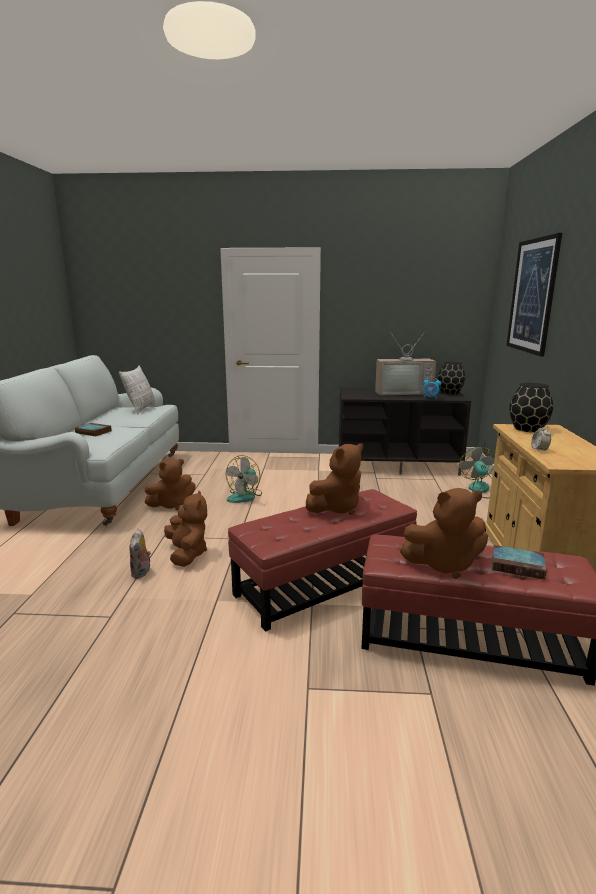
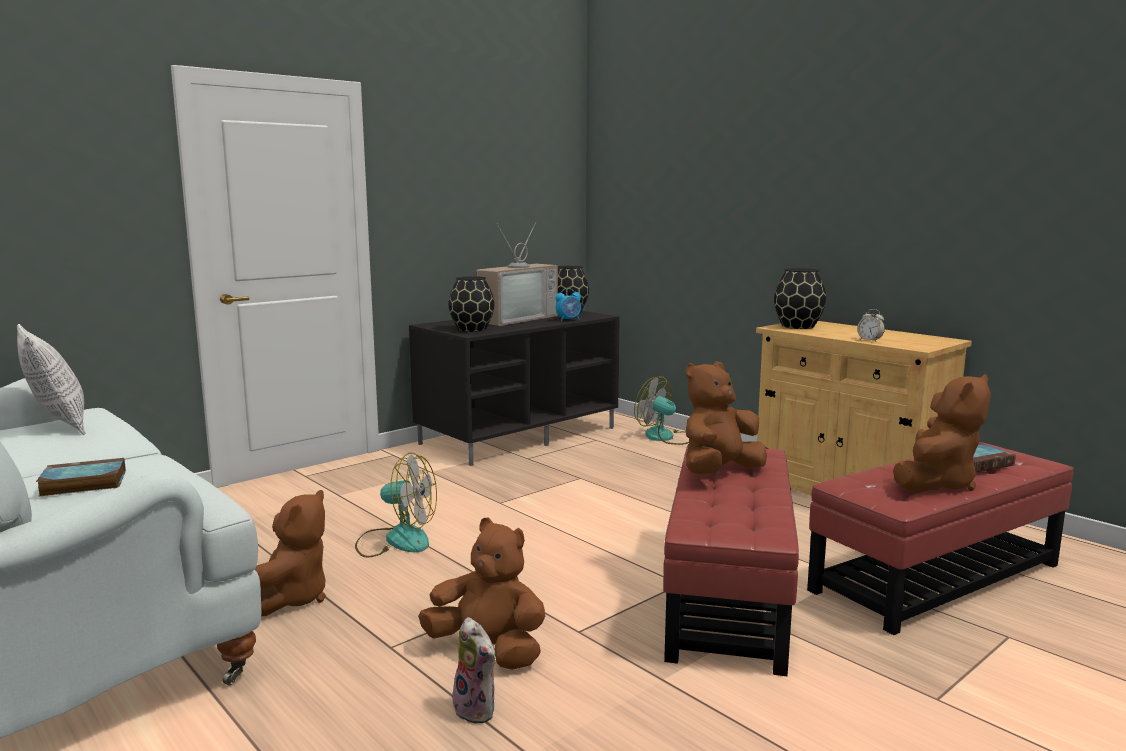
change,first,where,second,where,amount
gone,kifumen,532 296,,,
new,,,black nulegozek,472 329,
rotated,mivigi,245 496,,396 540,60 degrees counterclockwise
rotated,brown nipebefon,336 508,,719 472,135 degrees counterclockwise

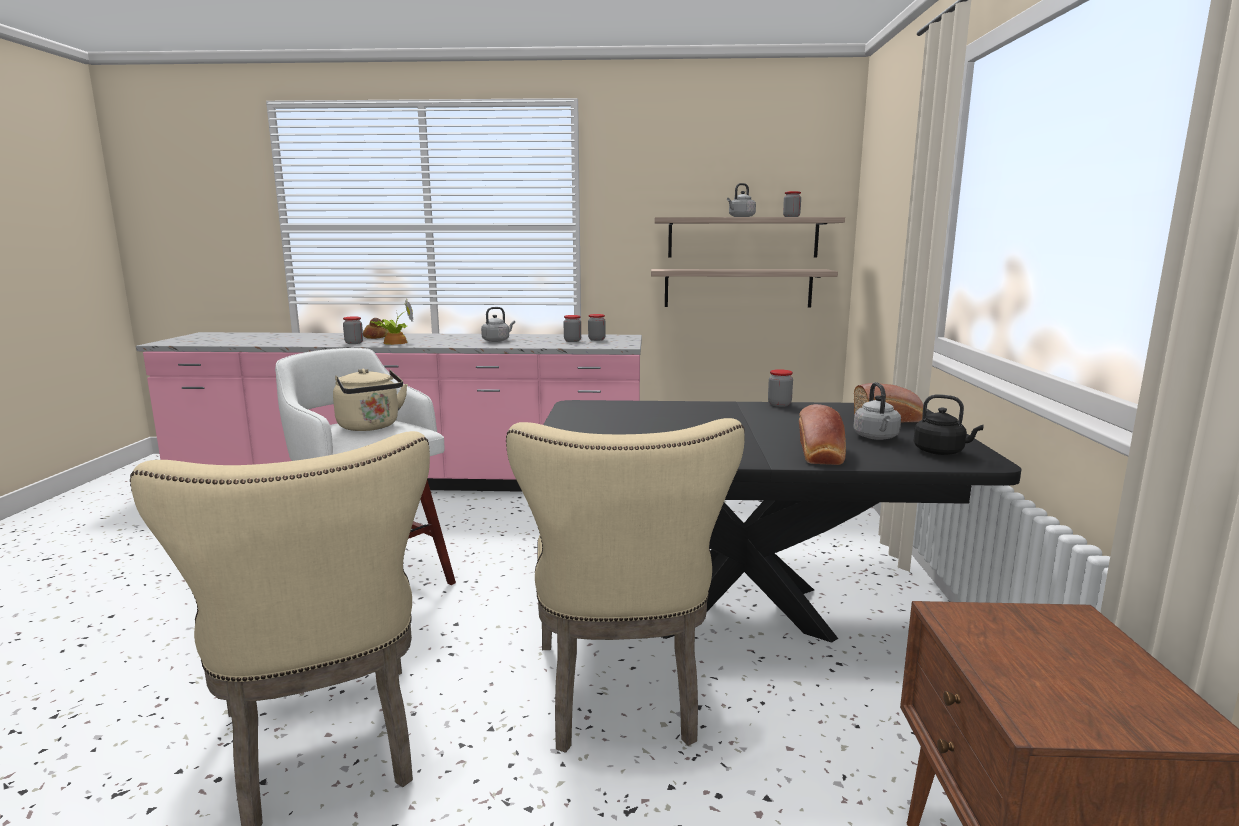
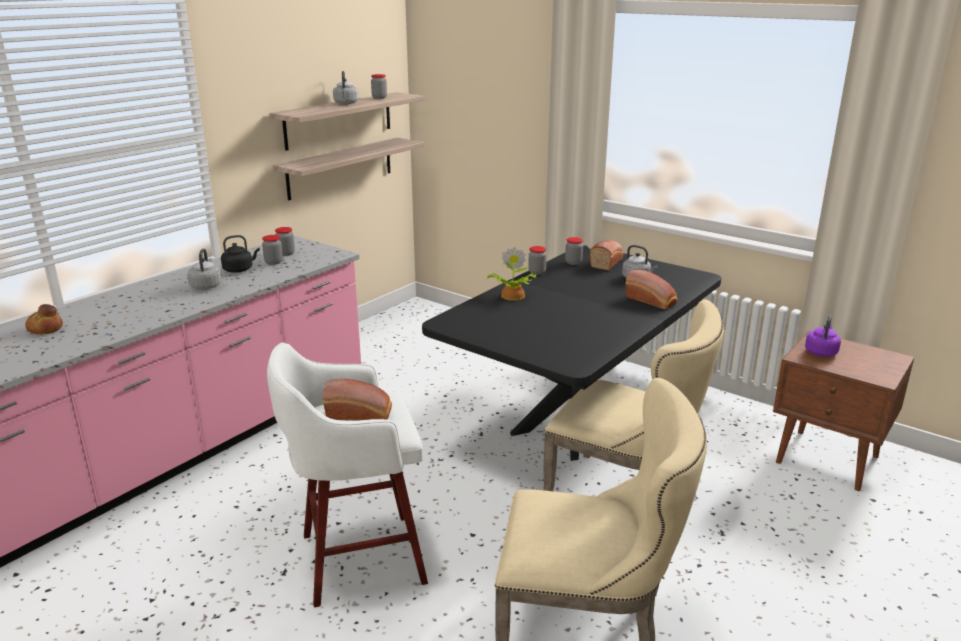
change,first,where,second,where,amount
new,,,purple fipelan,821 352,
shifted,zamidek,354 343,,573 263,
shifted,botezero,393 342,,511 296,
shifted,black fipelan,941 452,,239 269,
swapped,beige fipelan,370 427,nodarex,360 414,

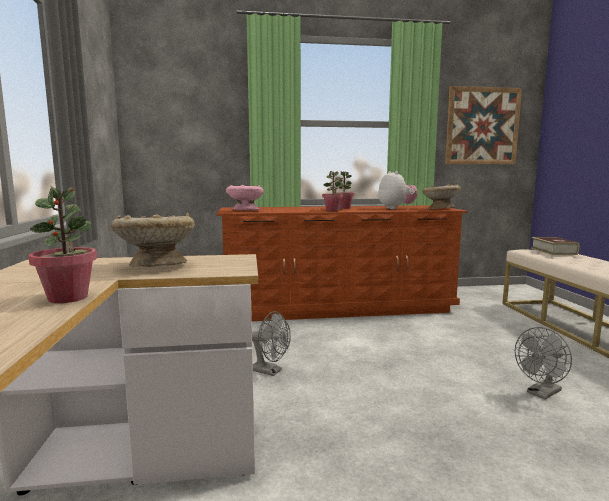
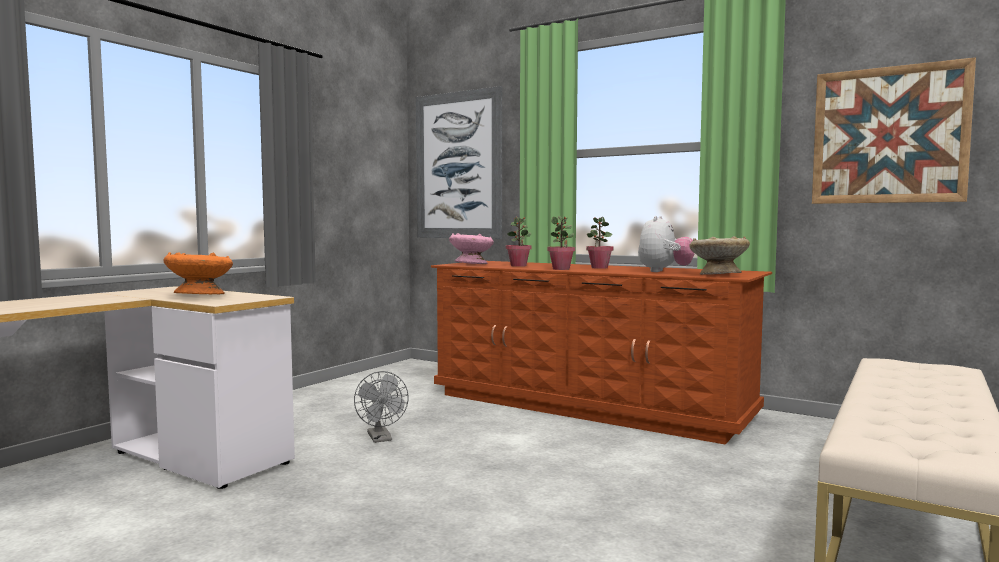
change,first,where,second,where,amount
gone,grey mivigi,541 393,,,
gone,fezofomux,553 251,,,
new,,,kifumen,458 165,
shifted,botezero,68 298,,518 266,
repainted,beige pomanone,156 266,orange pomanone,200 296,

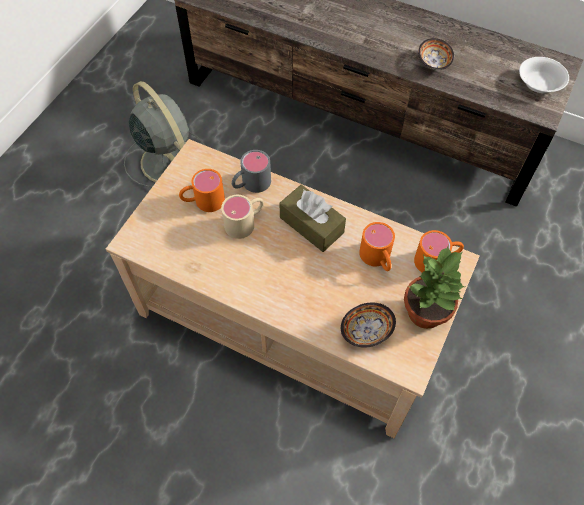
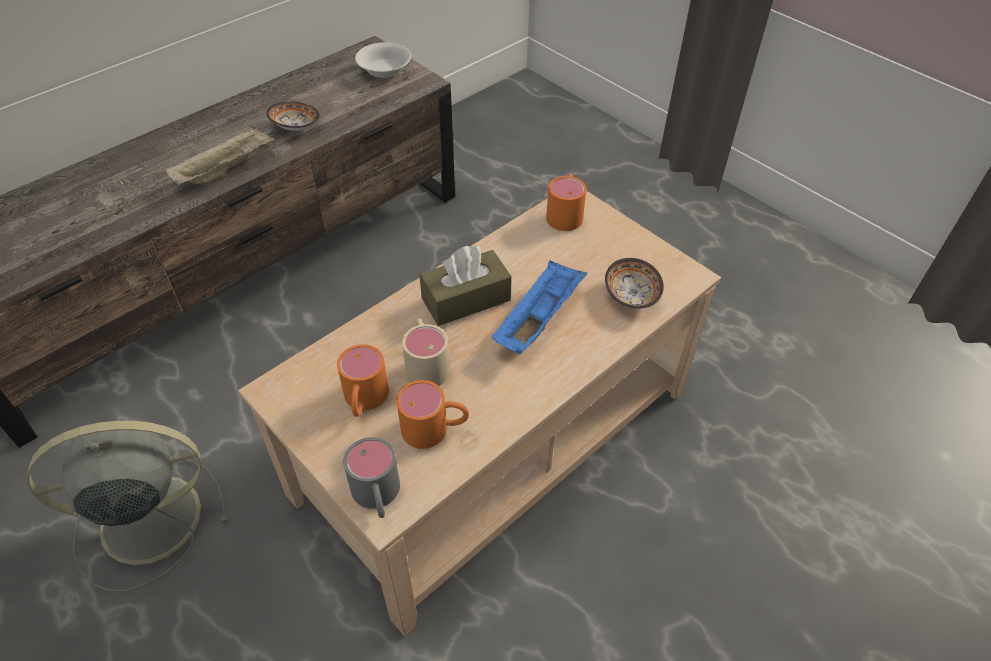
change,first,where,second,where,amount
gone,botezero,426 312,,,
new,,,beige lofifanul,226 170,
new,,,blue lofifanul,539 319,
shifted,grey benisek,250 184,,377 497,
shifted,orange benisek,377 259,,435 429,

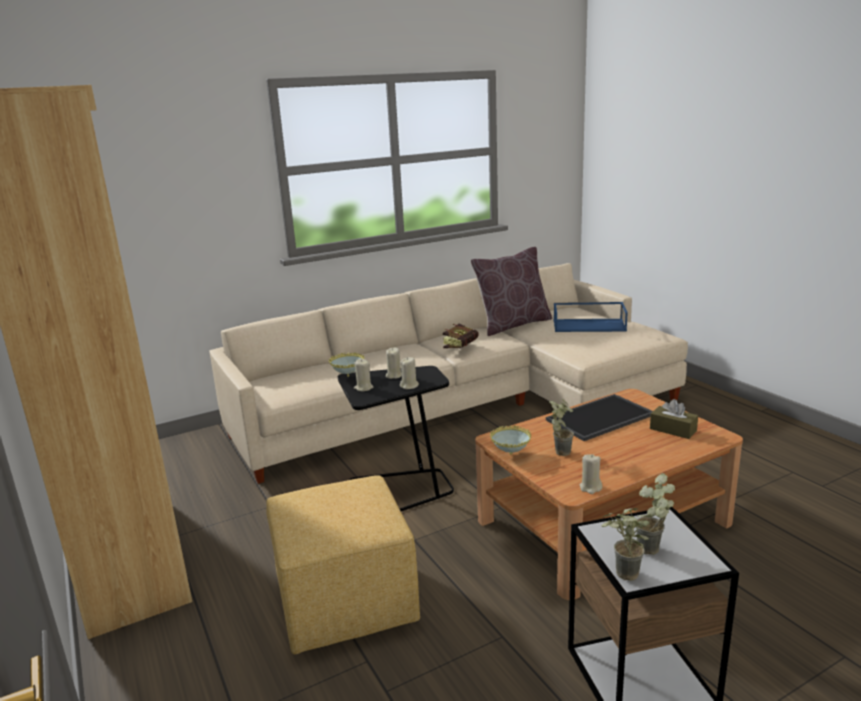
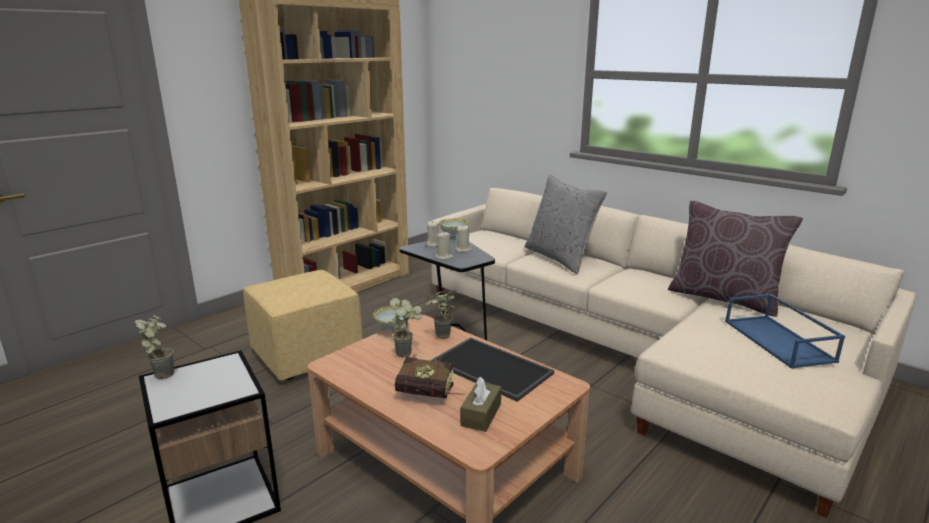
change,first,where,second,where,amount
gone,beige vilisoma,590 488,,,
new,,,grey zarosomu,560 258,
shifted,fezofomux,462 346,,431 396,
shifted,botezero,653 552,,440 338,

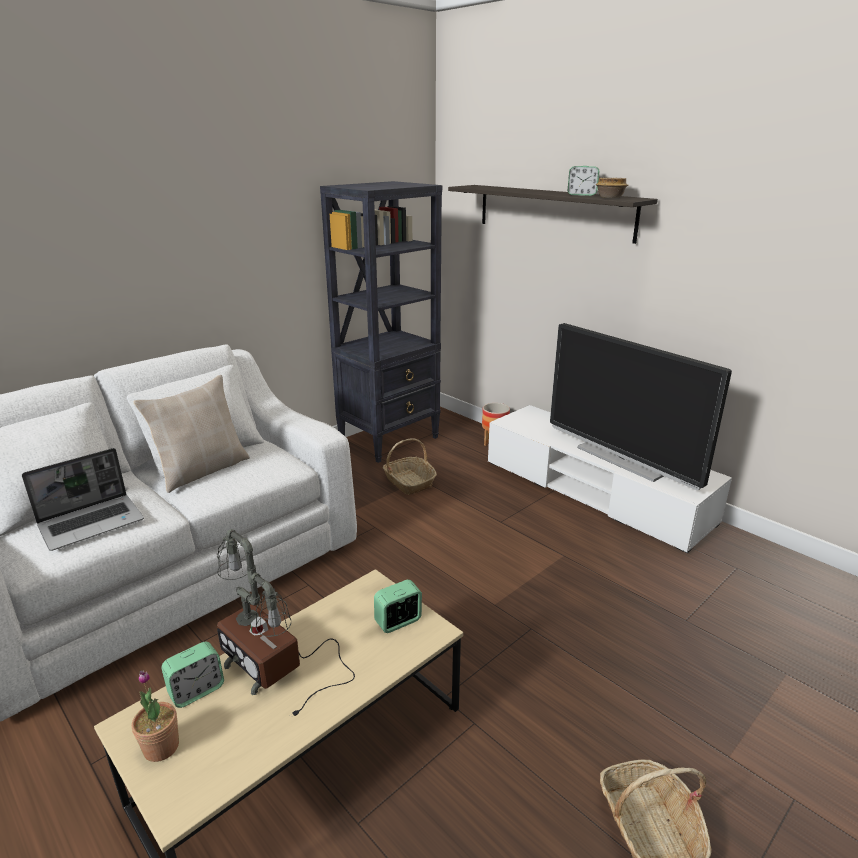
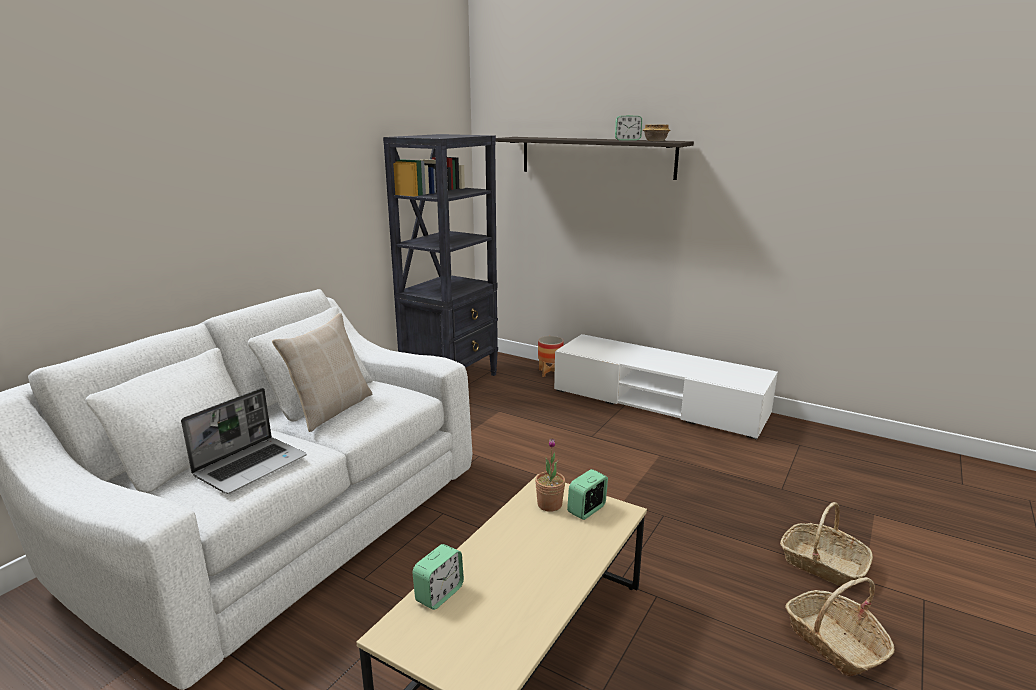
change,first,where,second,where,amount
gone,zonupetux,276 667,,,
gone,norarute,622 459,,,
shifted,botezero,161 747,,549 504,
shifted,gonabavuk,408 482,,822 564,

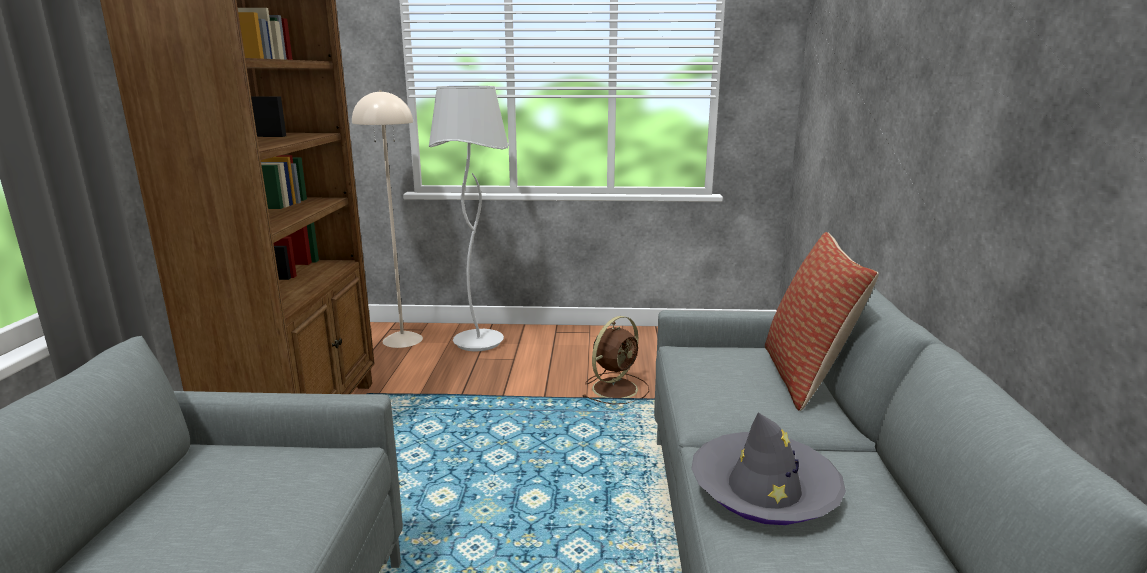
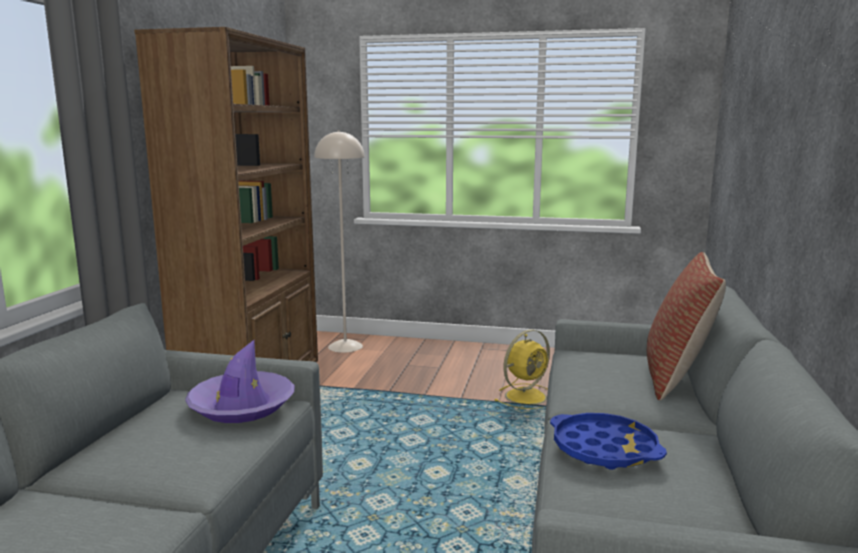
change,first,where,second,where,amount
gone,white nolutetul,478 342,,,
new,,,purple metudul,242 406,
swapped,grey metudul,764 490,blue lofifanul,604 449,
repainted,brown mivigi,616 388,yellow mivigi,527 396,

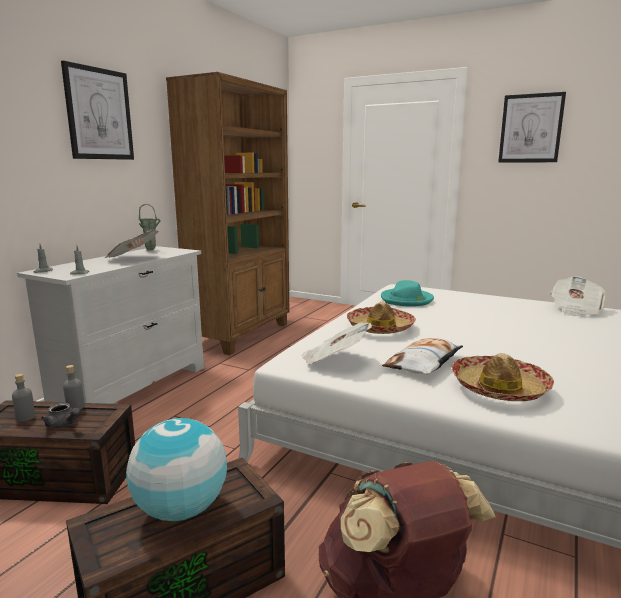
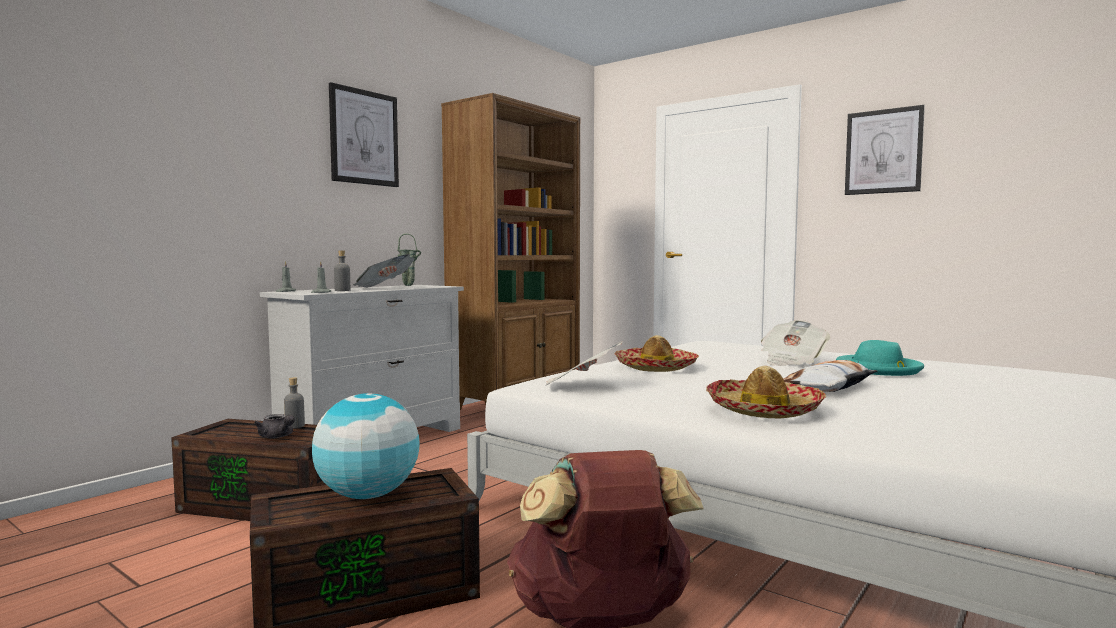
change,first,where,second,where,amount
shifted,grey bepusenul,25 417,,342 290,
shifted,turquoise metudul,406 300,,878 369,
shifted,zarosomu,424 363,,828 386,
shifted,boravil,575 310,,791 361,

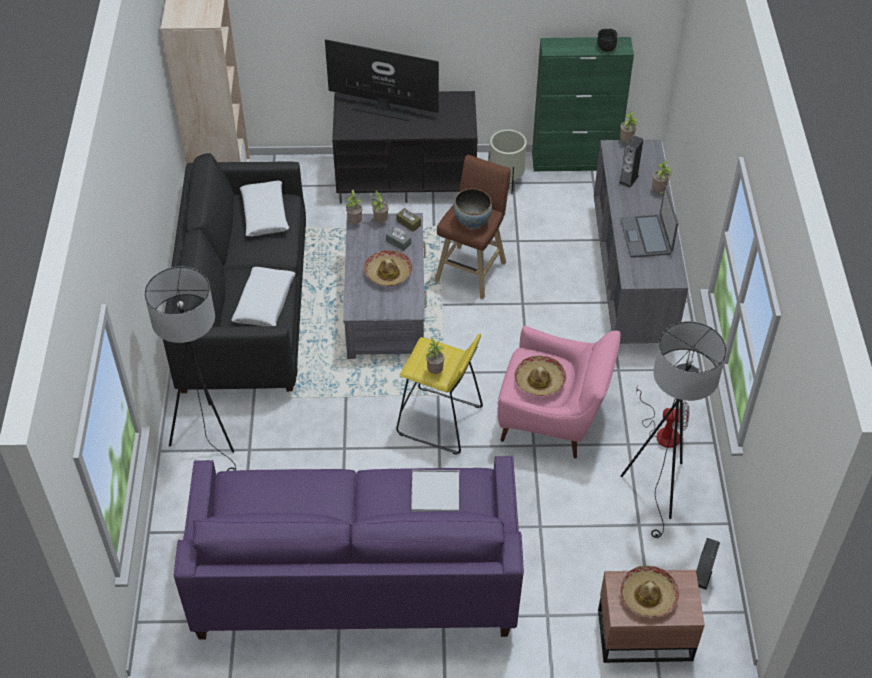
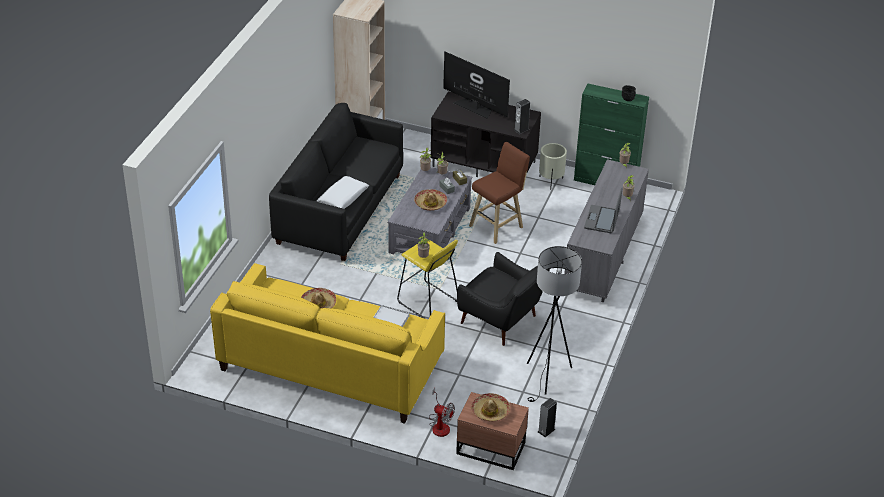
change,first,where,second,where,amount
gone,black nolutetul,209 436,,,
gone,white zarosomu,265 214,,,
gone,pomanone,472 222,,,
shifted,metudul,539 380,,318 304,
shifted,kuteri,628 179,,521 129,
shifted,mivigi,662 431,,440 425,
repainted,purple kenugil,357 574,yellow kenugil,331 366,
repainted,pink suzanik,553 419,black suzanik,501 321,

